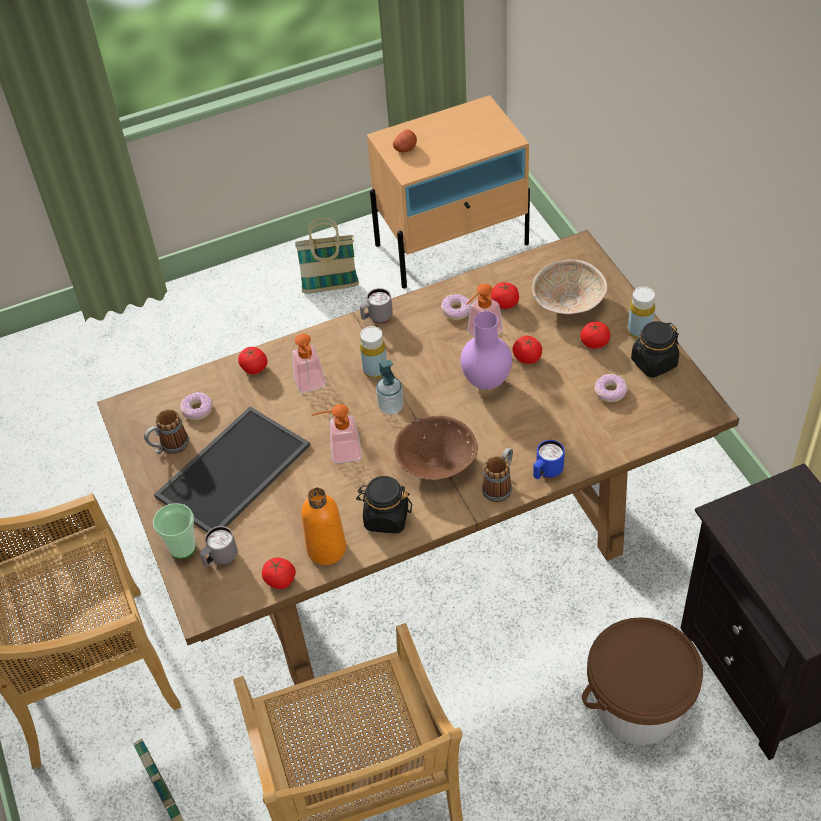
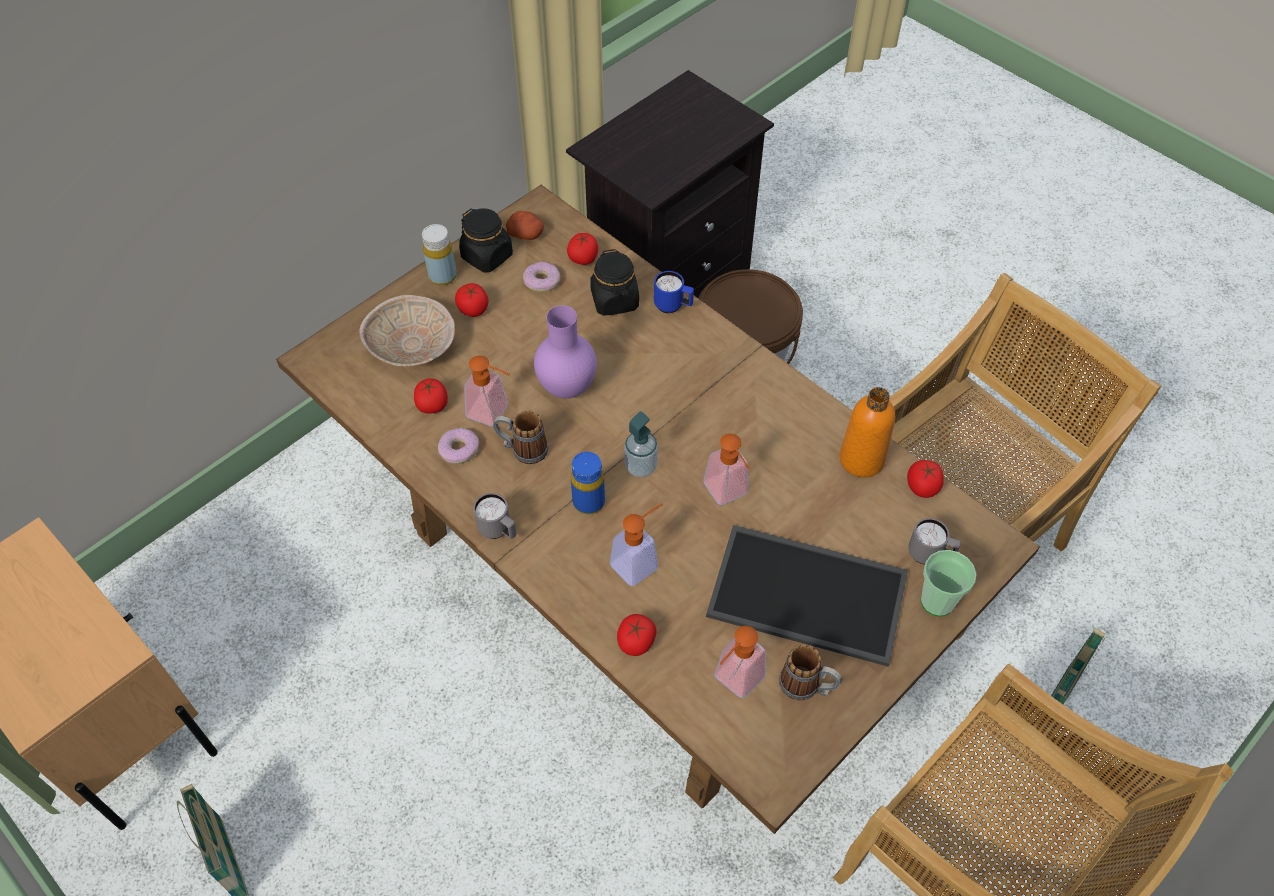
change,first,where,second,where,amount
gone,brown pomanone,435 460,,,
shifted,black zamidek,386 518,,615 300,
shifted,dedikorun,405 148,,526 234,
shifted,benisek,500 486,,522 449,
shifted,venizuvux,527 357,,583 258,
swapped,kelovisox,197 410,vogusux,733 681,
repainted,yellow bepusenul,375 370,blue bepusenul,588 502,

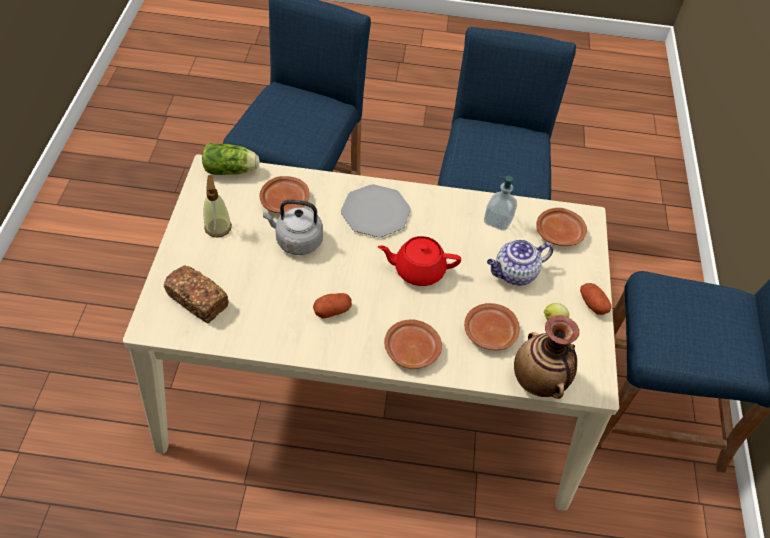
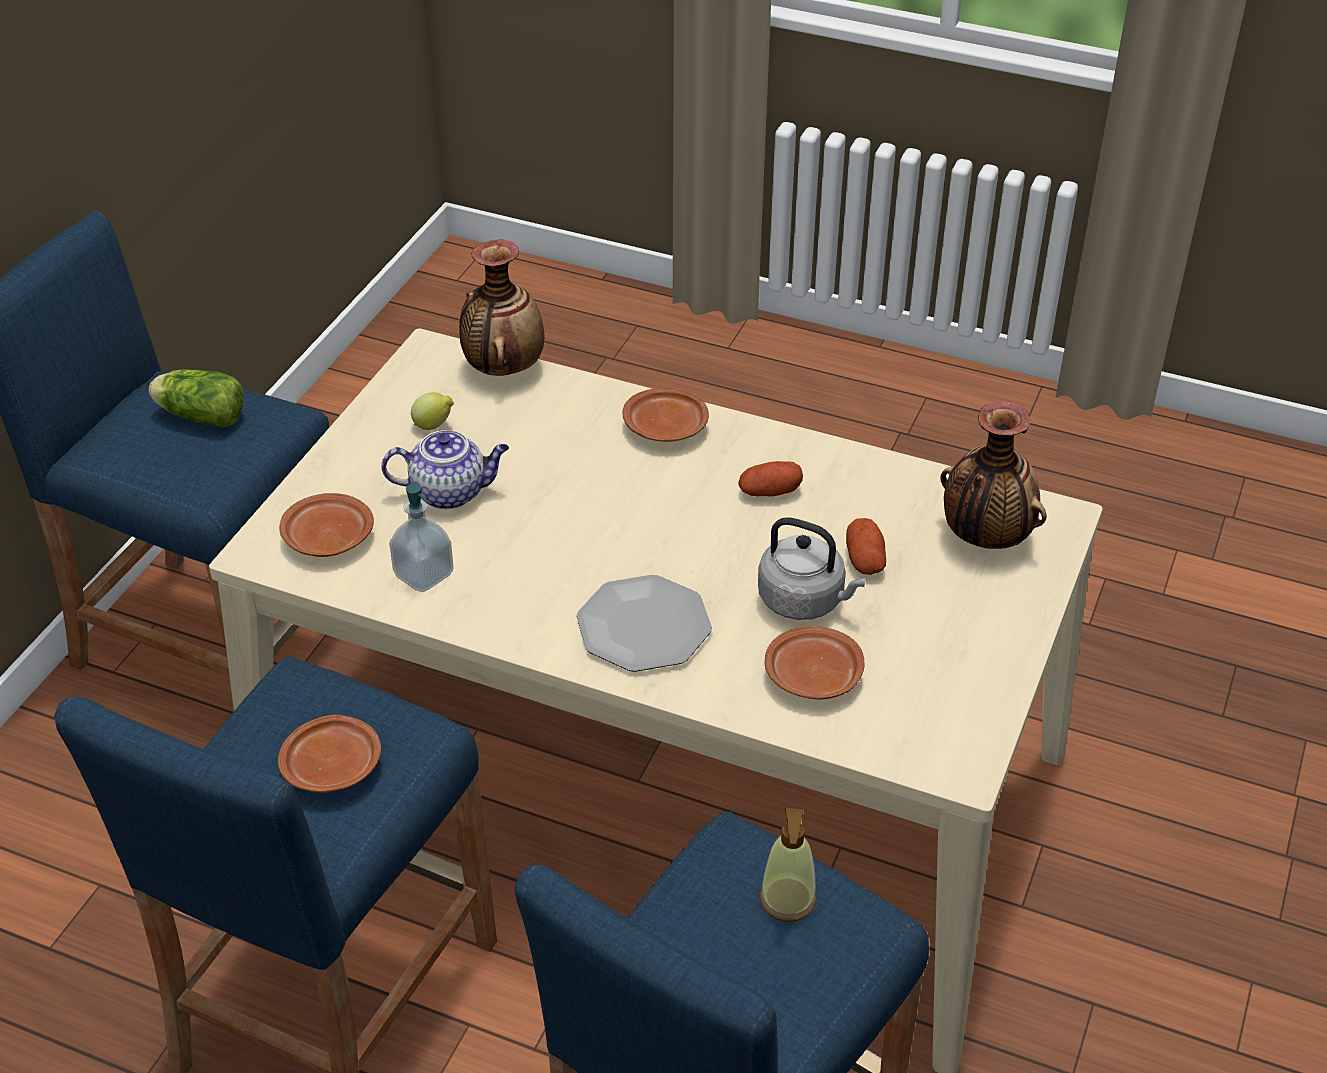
change,first,where,second,where,amount
gone,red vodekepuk,418 270,,,
shifted,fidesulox,232 170,,199 415,
shifted,vogusux,218 227,,787 900,
shifted,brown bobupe,489 333,,333 766,
shifted,dedikorun,592 304,,865 559,
swapped,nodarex,198 301,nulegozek,985 538,

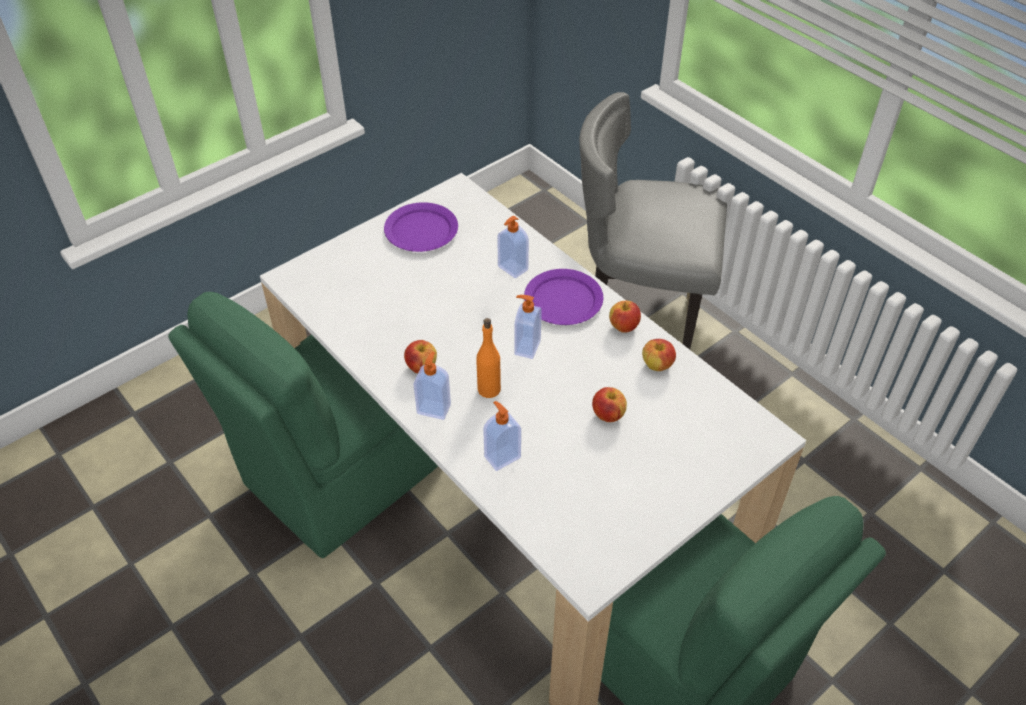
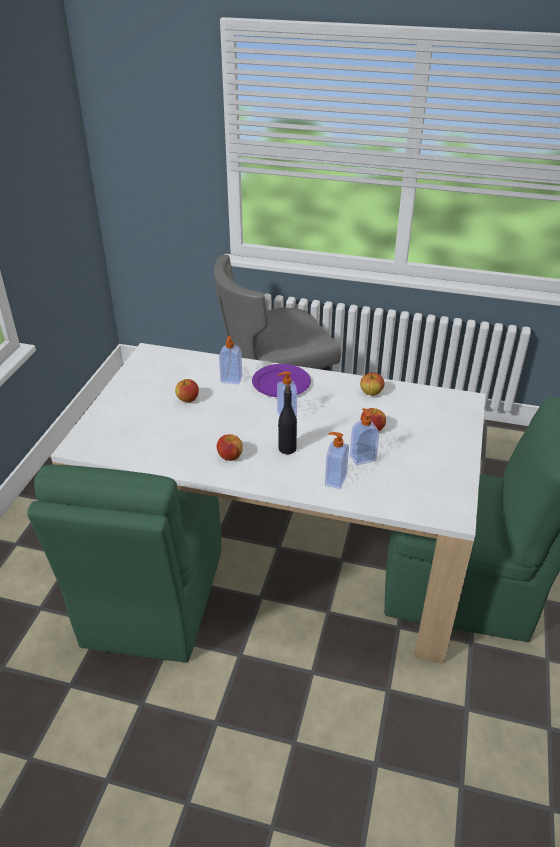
change,first,where,second,where,amount
gone,purple bobupe,421 230,,,
shifted,vogusux,434 408,,362 457,
shifted,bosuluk,624 326,,188 399,
repainted,orange bepusenul,489 389,black bepusenul,287 448,

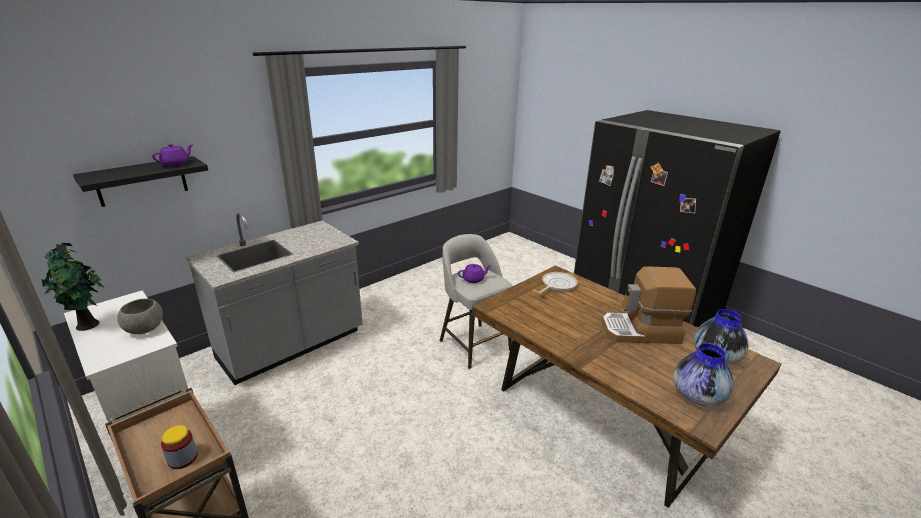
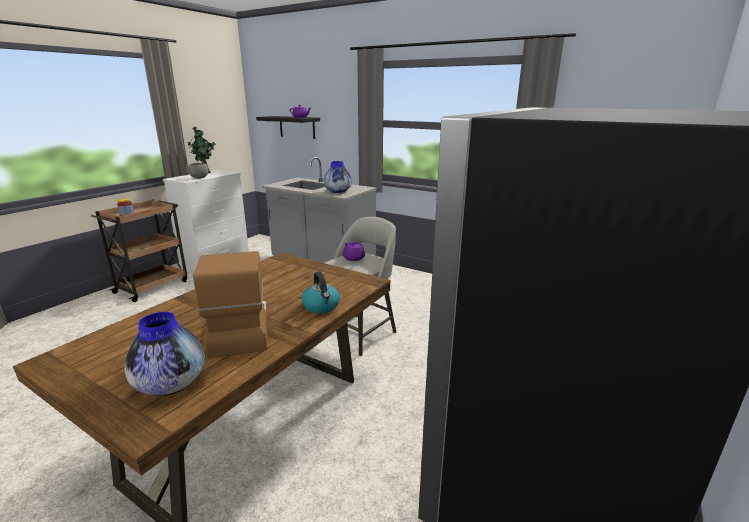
change,first,where,second,where,amount
gone,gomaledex,557 284,,,
new,,,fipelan,321 306,
shifted,nulegozek,697 396,,338 192,

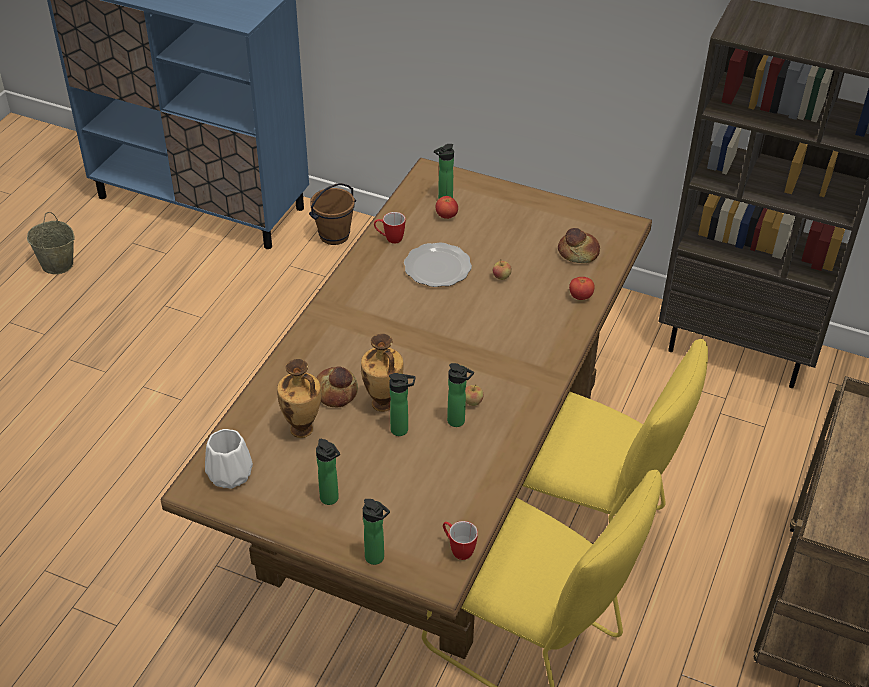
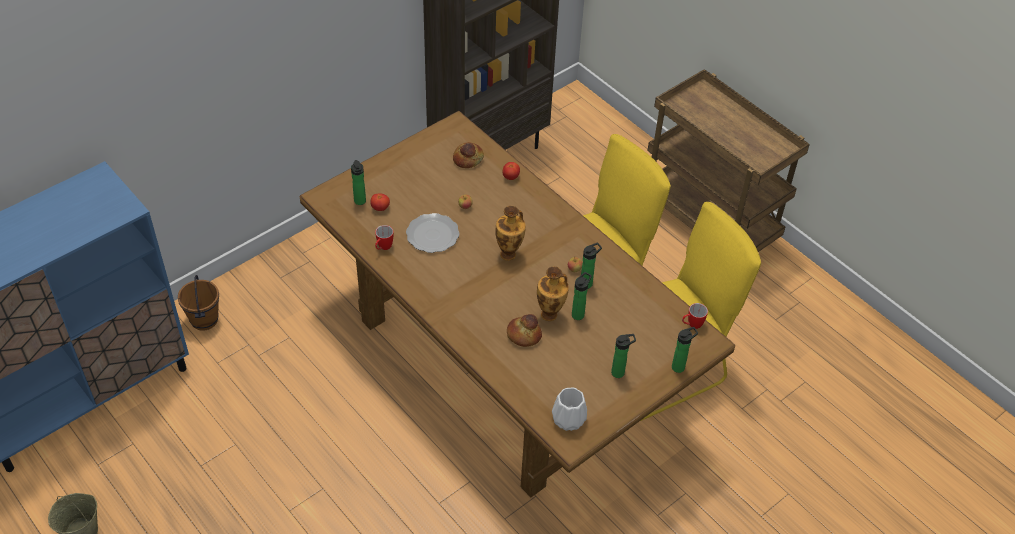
change,first,where,second,where,amount
shifted,nulegozek,302 430,,509 254,

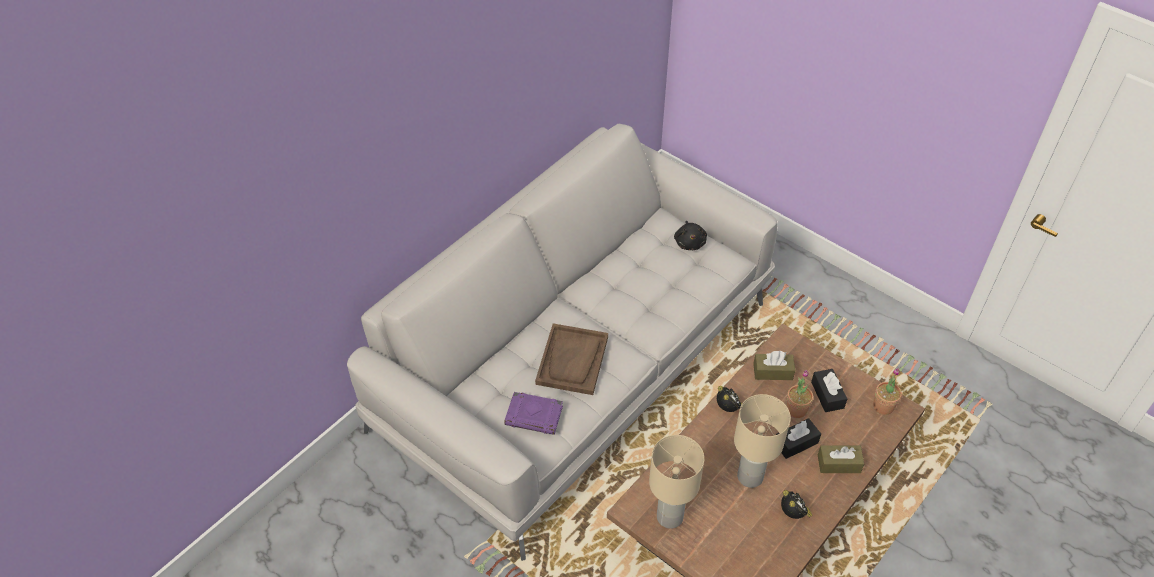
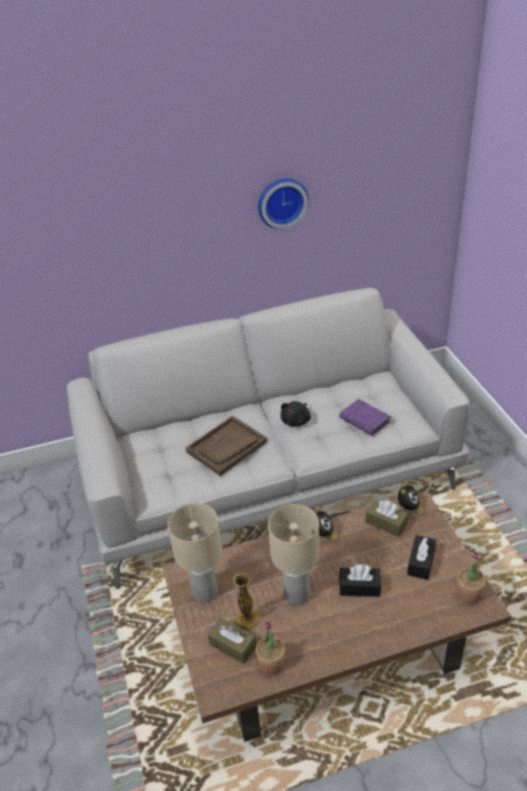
change,first,where,second,where,amount
new,,,nulegozek,248 619,
new,,,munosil,281 201,
shifted,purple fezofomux,534 416,,365 420,
shifted,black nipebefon,690 242,,296 421,
shifted,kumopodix,793 514,,409 509,
shifted,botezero,796 409,,271 664,
shifted,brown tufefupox,839 464,,232 645,

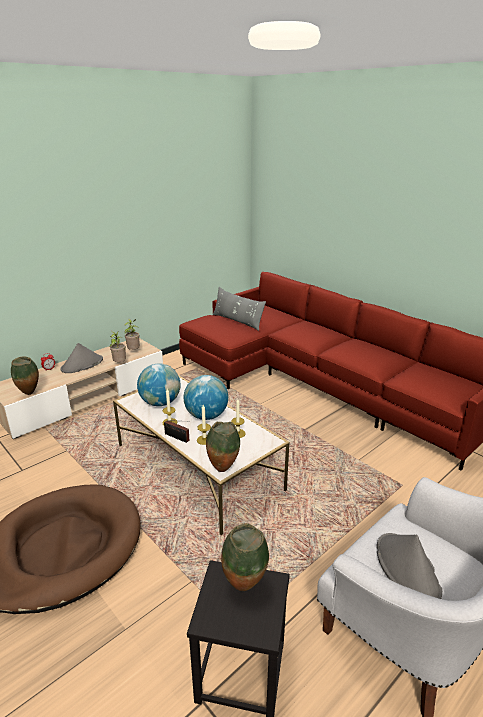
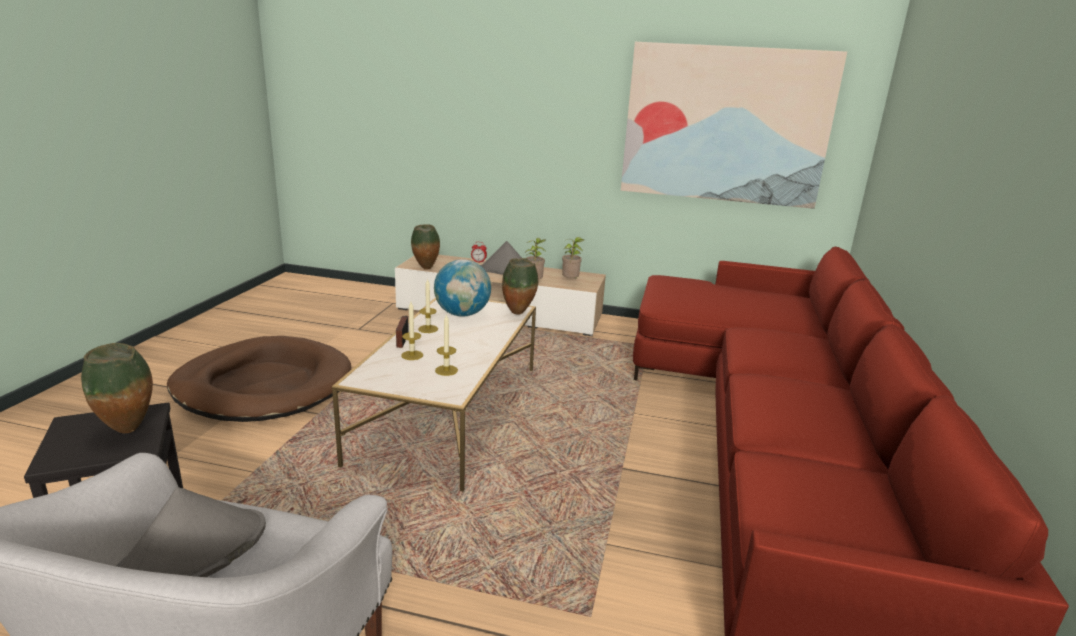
change,first,where,second,where,amount
gone,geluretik,206 416,,,
gone,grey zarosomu,237 321,,,
new,,,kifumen,725 125,
shifted,nulegozek,223 468,,519 313,

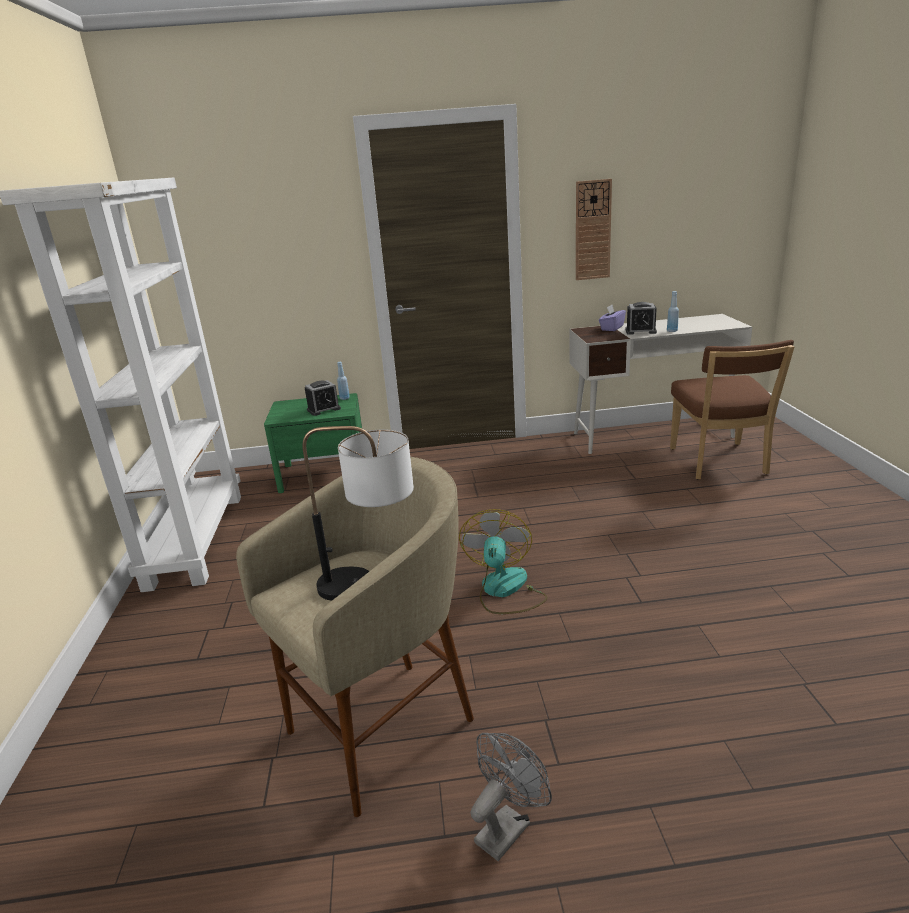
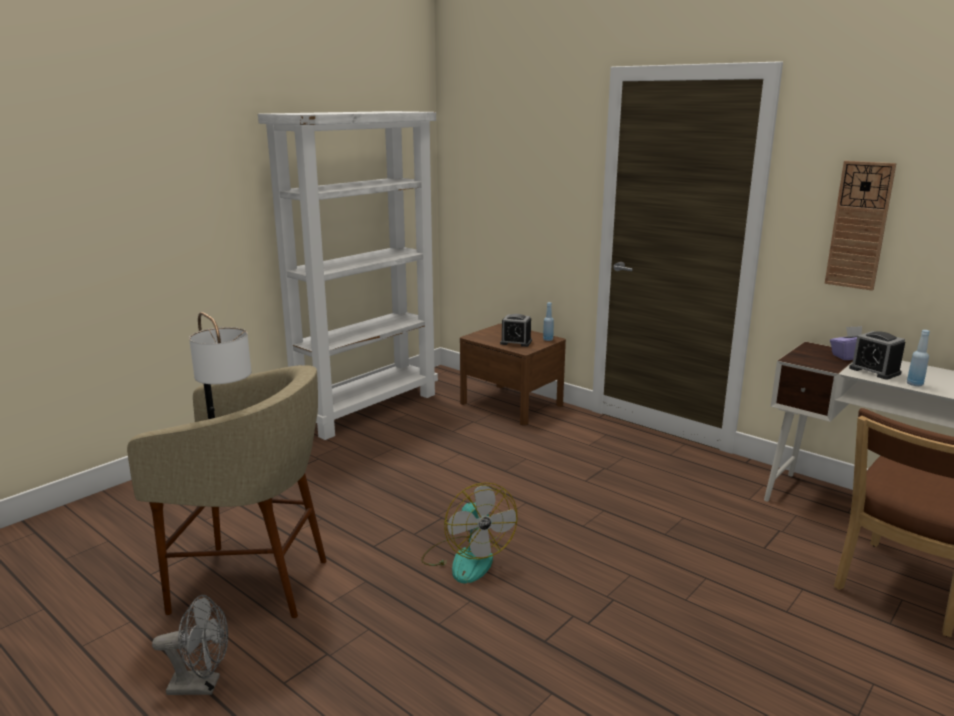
change,first,where,second,where,amount
repainted,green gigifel,324 473,brown gigifel,511 404,
rotated,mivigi,504 590,,466 558,105 degrees clockwise

